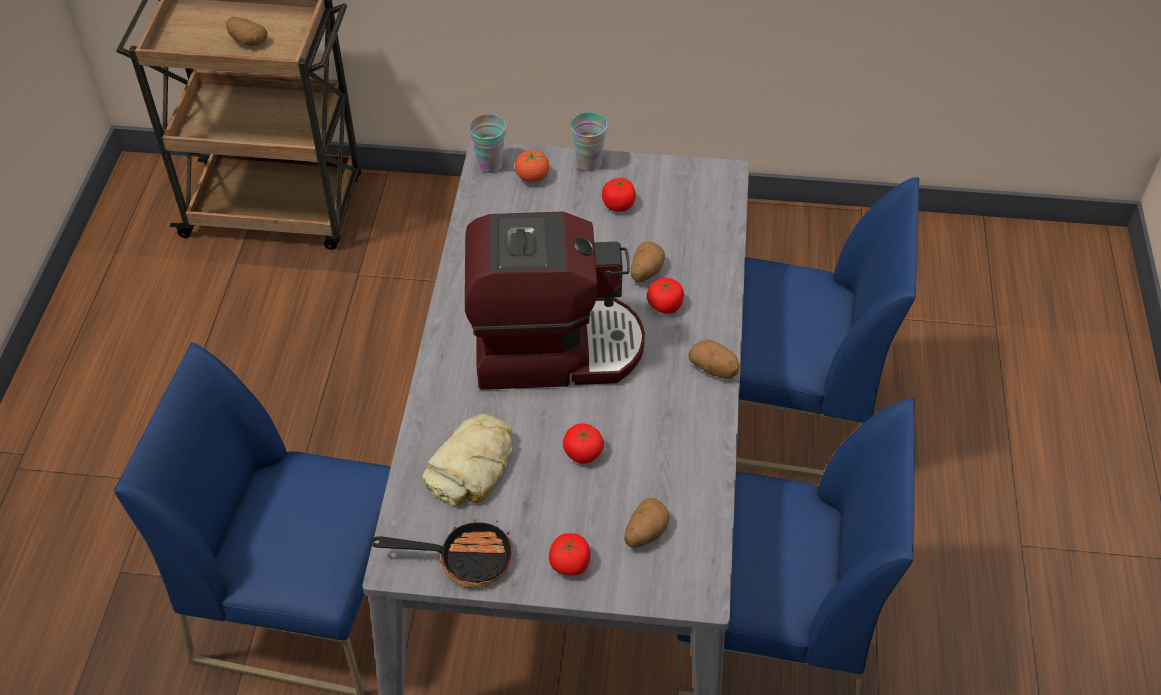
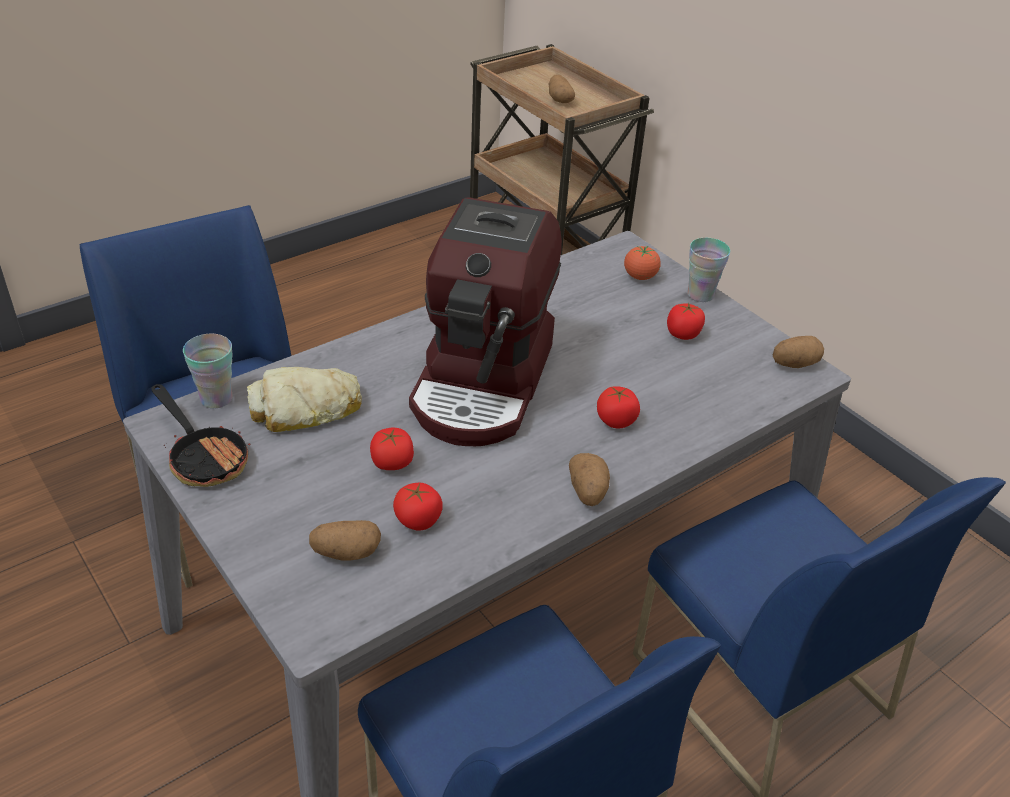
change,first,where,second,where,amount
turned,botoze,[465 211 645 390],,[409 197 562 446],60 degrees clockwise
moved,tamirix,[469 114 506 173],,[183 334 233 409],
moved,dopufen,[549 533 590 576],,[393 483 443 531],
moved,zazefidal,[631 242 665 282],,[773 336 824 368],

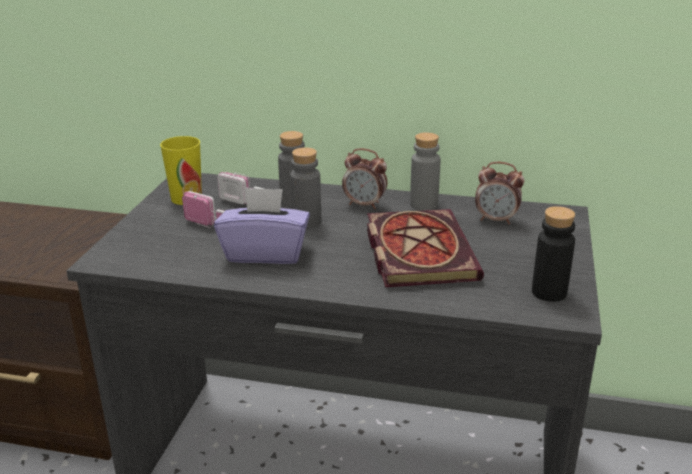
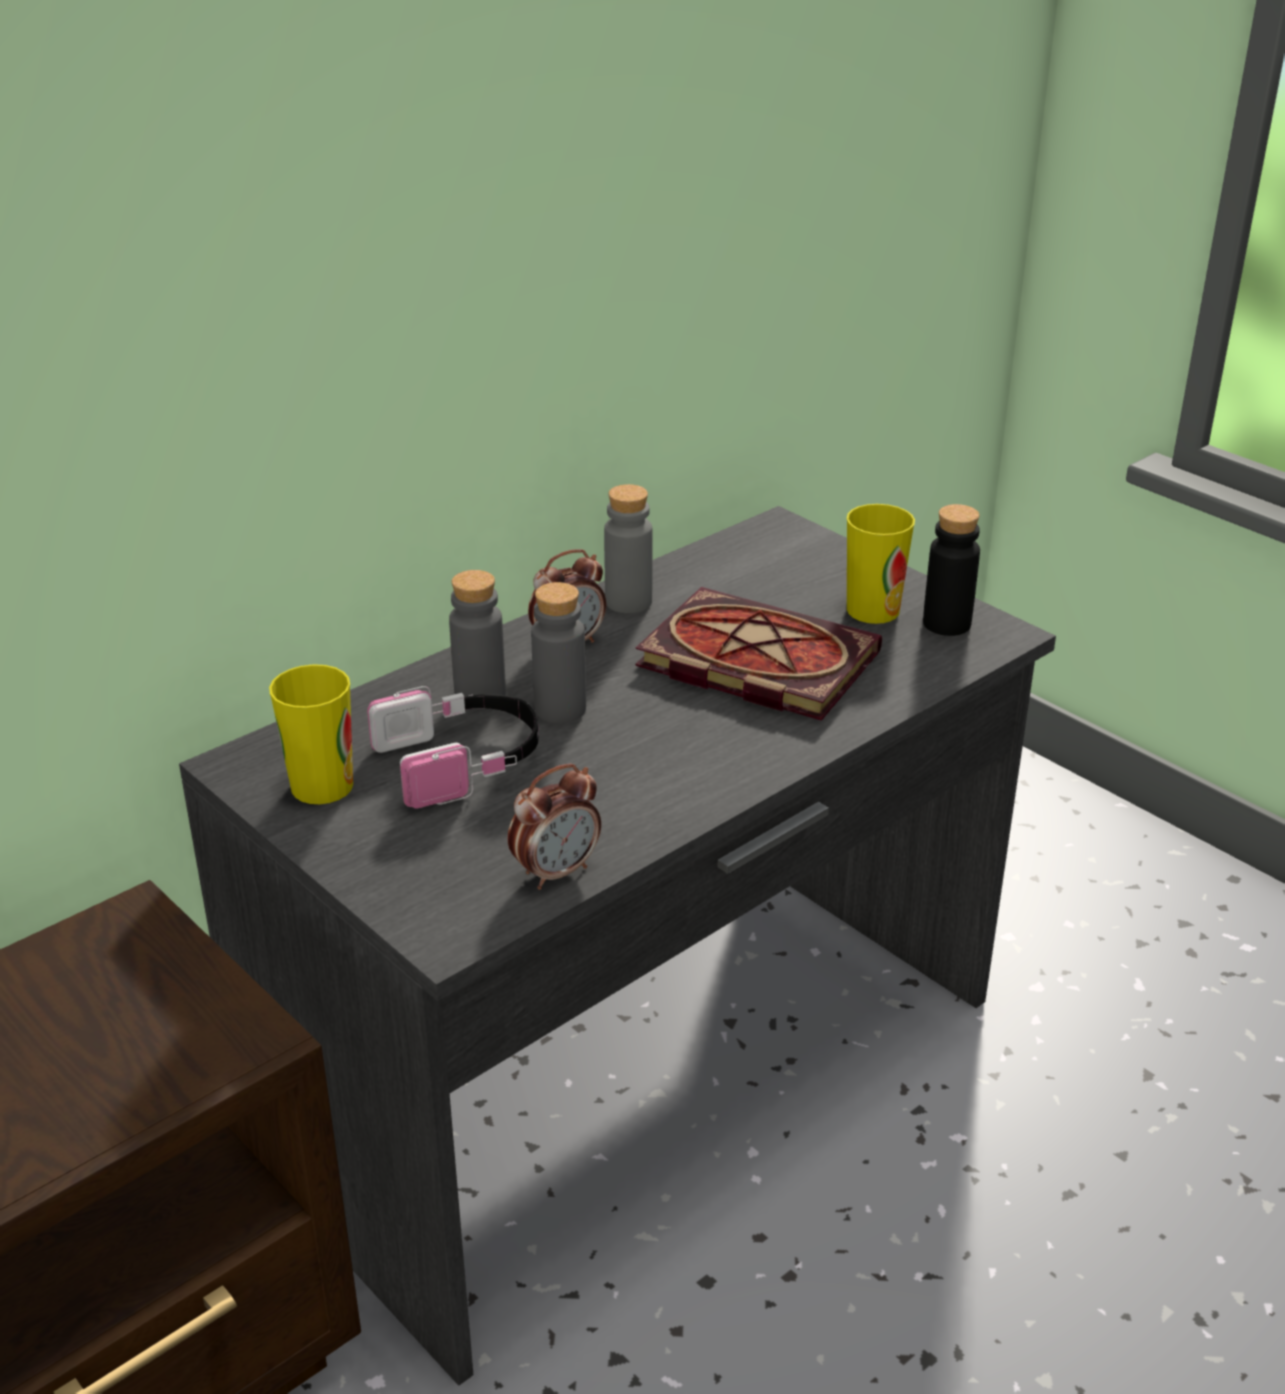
change,first,where,second,where,amount
removed,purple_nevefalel,[214 187 310 264],,,
moved,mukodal,[475 162 524 224],,[507 763 601 890],
added,,,tamirix,[847 504 915 624],

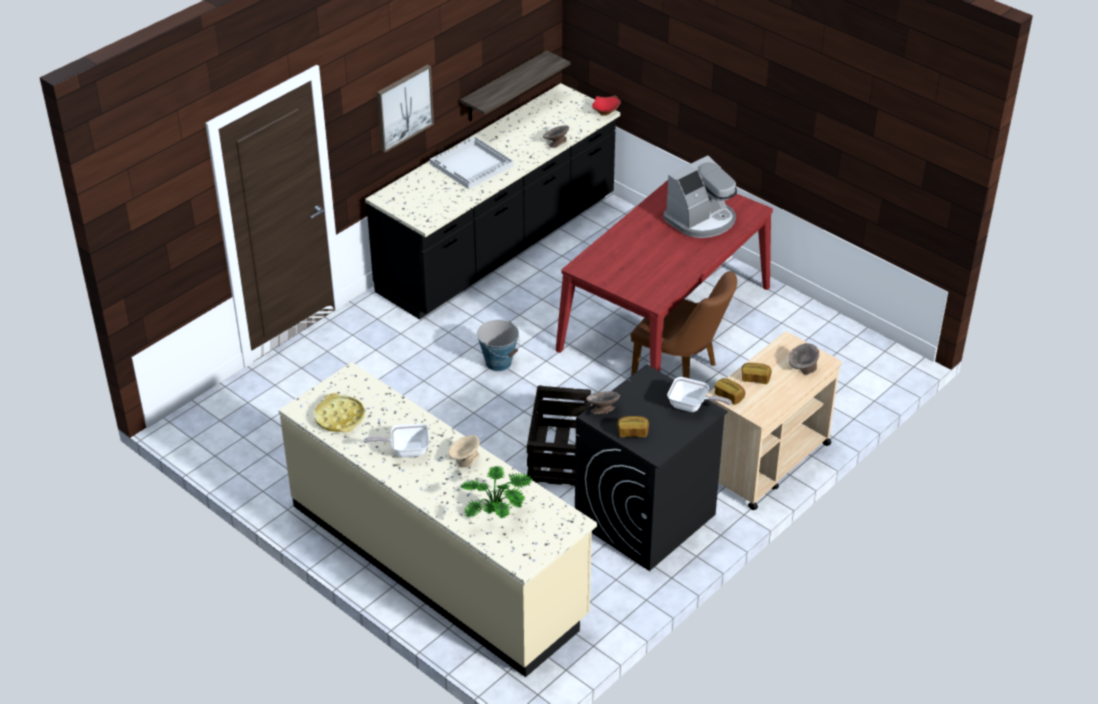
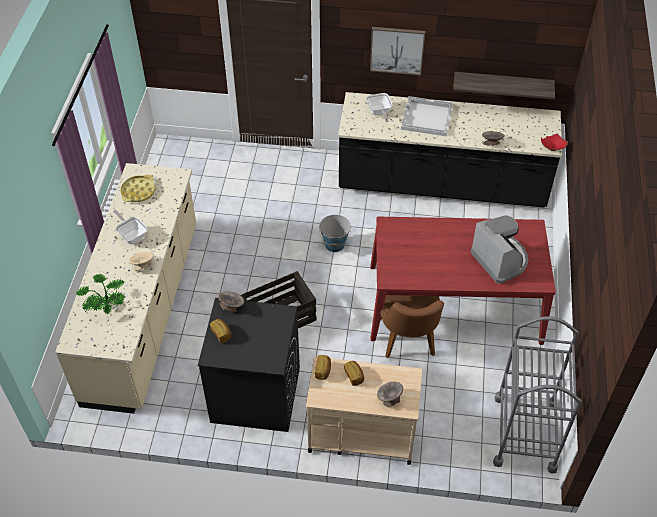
change,first,where,second,where,amount
turned,botoze,[663 155 737 238],,[470 215 528 284],135 degrees counterclockwise
moved,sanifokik,[667 377 732 412],,[366 93 392 122],
added,,,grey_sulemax,[493 316 582 474],

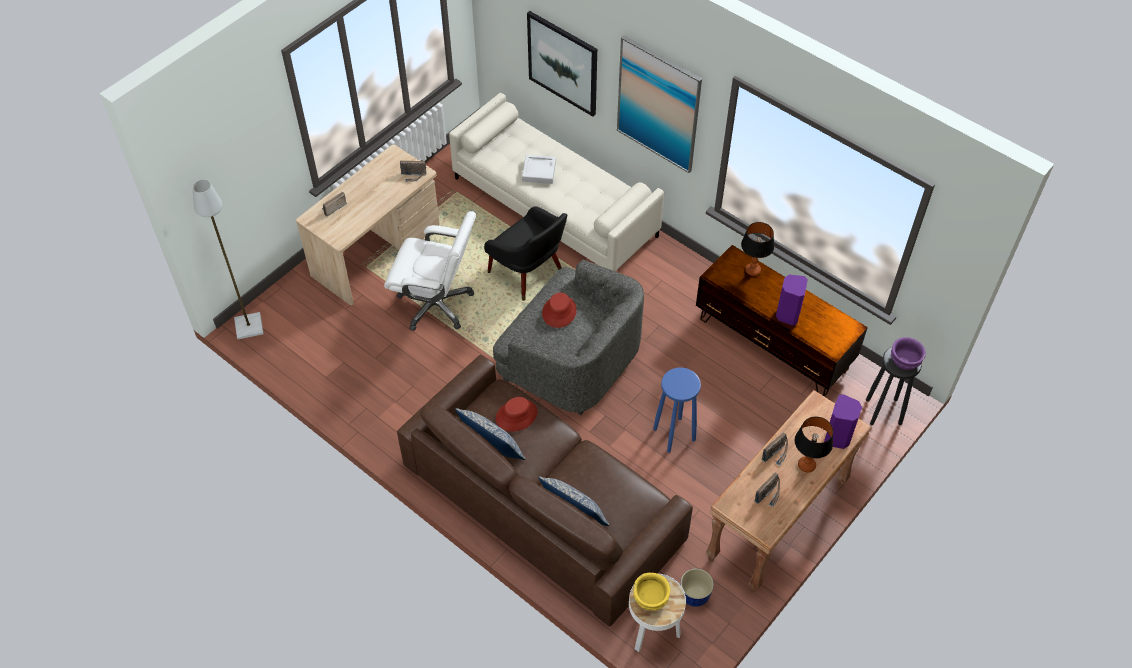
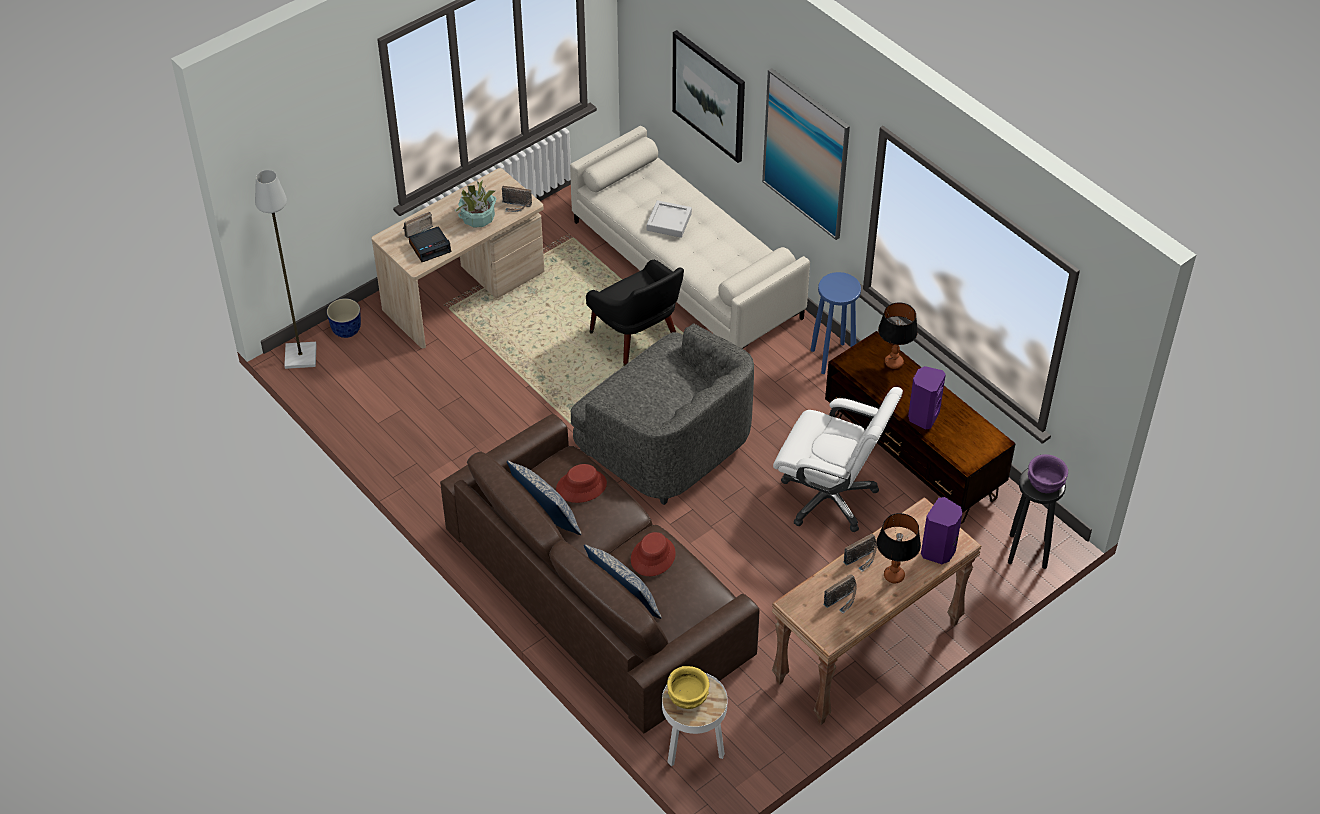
change,first,where,second,where,amount
moved,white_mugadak,[384 211 476 331],,[773 387 903 532],
moved,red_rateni,[542 292 577 328],,[631 532 676 576],
moved,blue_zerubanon,[653 367 701 453],,[811 272 861 374],
moved,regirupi,[680 568 714 607],,[327 298 361 338],
added,,,mukodal,[409 226 451 262],
added,,,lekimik,[455 179 496 228],

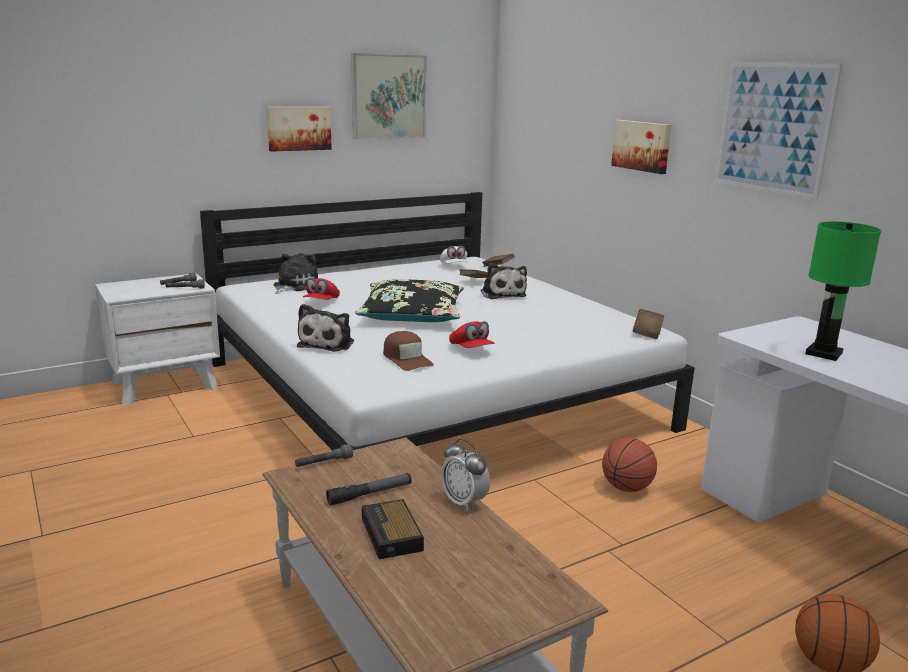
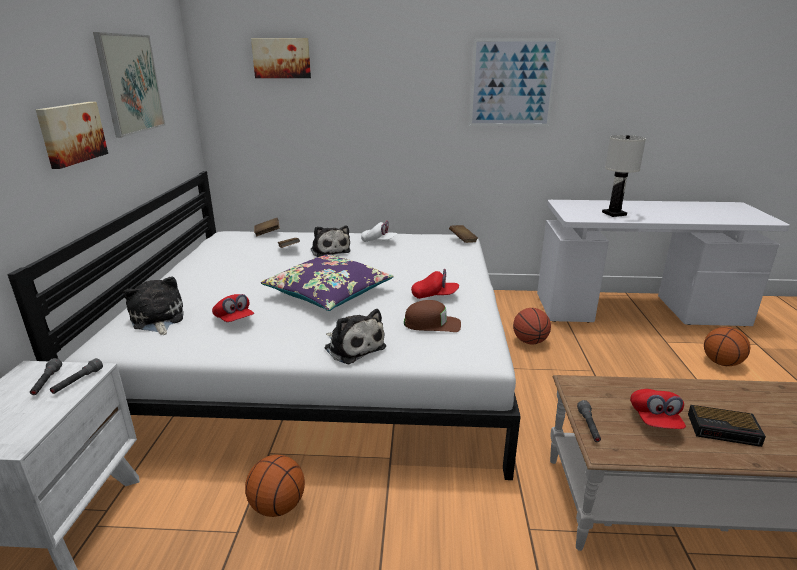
change,first,where,second,where,amount
replaced,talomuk,[326 473 412 506],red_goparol,[630 389 686 429],
recoloured,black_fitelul,[355 279 464 322],purple_fitelul,[261 254 394 311],
moved,white_goparol,[440 246 468 263],,[361 221 397 242],
removed,mukodal,[441 439 490 511],,,
turned,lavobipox,[481 264 527 299],,[311 225 351 257],45 degrees clockwise
moved,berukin,[611 120 671 174],,[251 38 311 78],
recoloured,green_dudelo,[805 222 881 361],white_dudelo,[602 135 646 217],
added,,,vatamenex,[245 455 305 517],

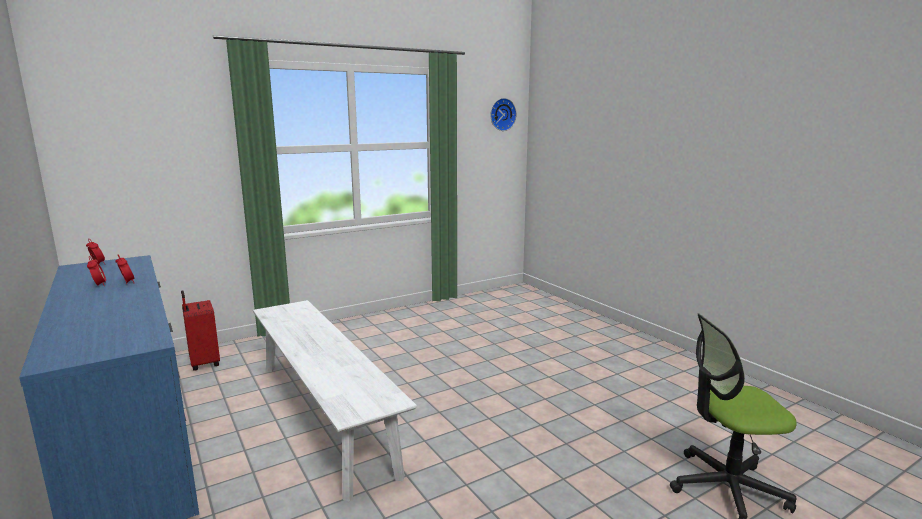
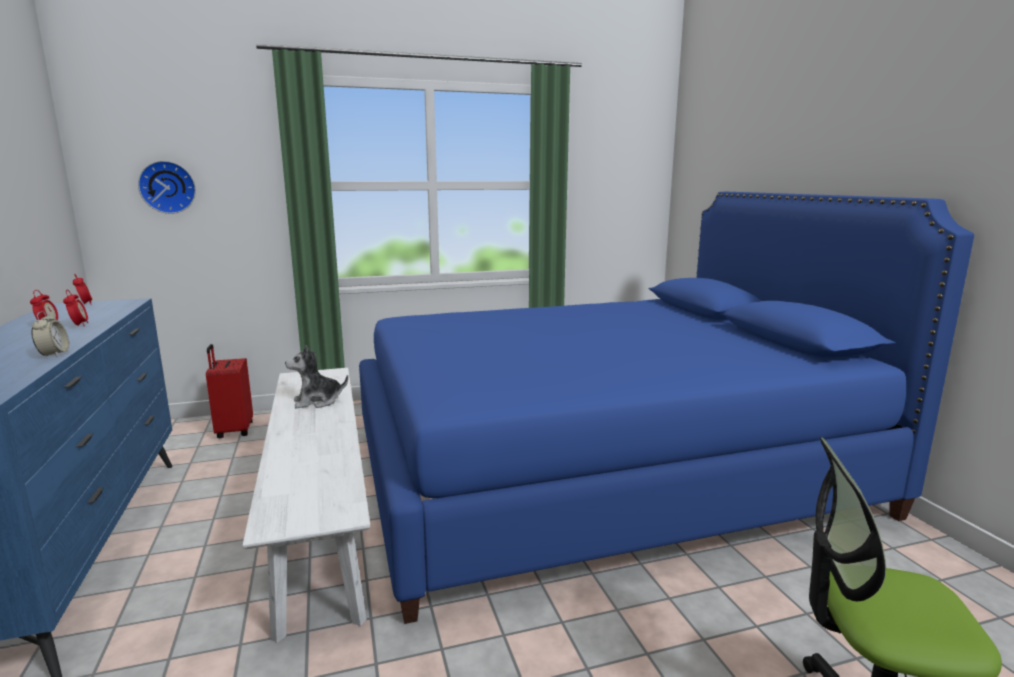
change,first,where,second,where,amount
moved,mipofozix,[490 98 517 131],,[138 161 196 214],
added,,,mukodal,[31 312 69 357],
added,,,lavobipox,[285 345 348 408],
added,,,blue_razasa,[359 192 974 624],

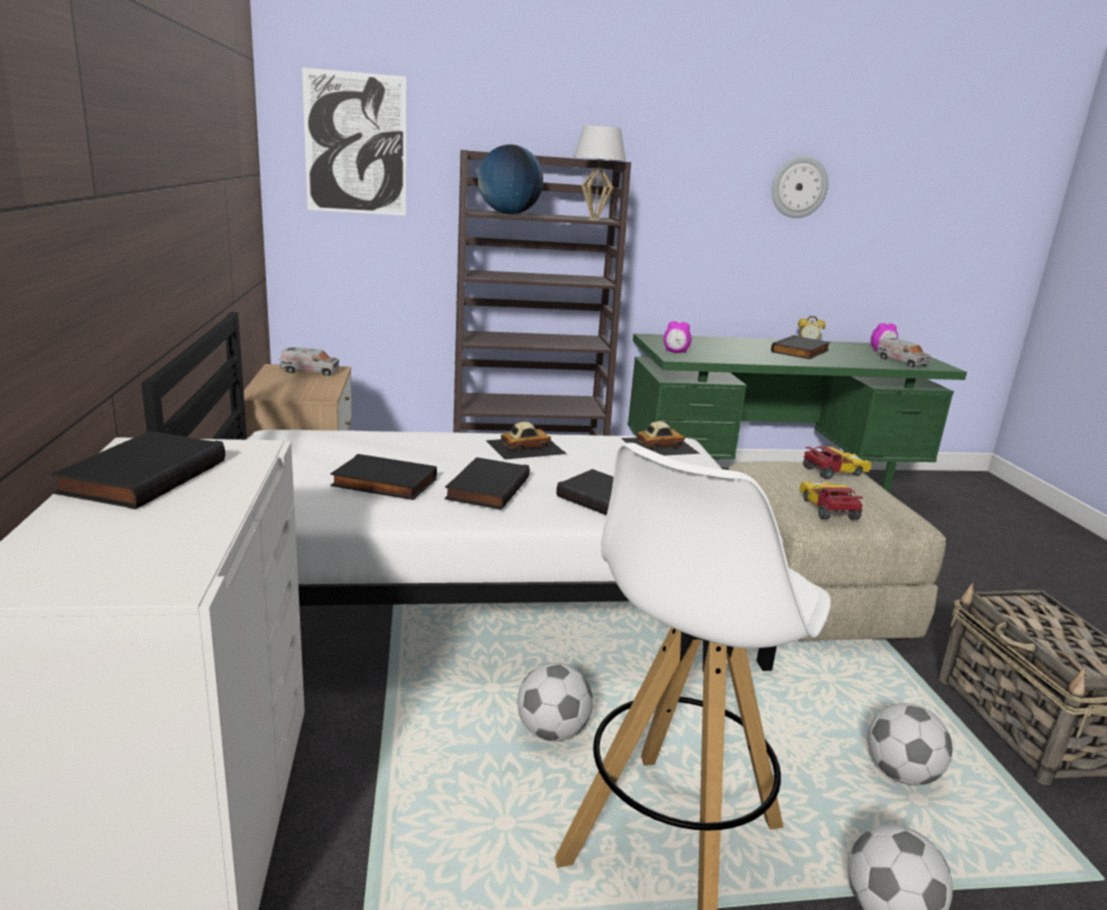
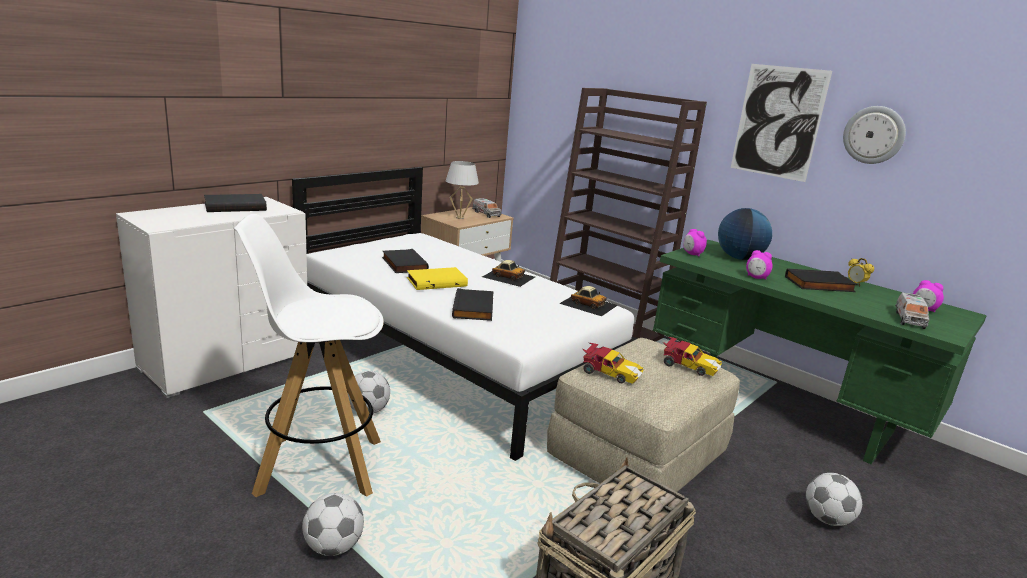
change,first,where,second,where,amount
moved,berukin,[302 68 406 216],,[731 64 832 182],
recoloured,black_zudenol,[444 457 530 510],yellow_zudenol,[407 267 468 290],
moved,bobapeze,[478 144 543 214],,[718 208 772 260],
moved,white_dudelo,[574 126 626 221],,[446 161 479 219],
turned,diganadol,[800 481 863 520],,[583 343 644 384],75 degrees clockwise
moved,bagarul,[867 703 953 786],,[806 473 862 526],
added,,,mukodal,[746 250 773 279],

